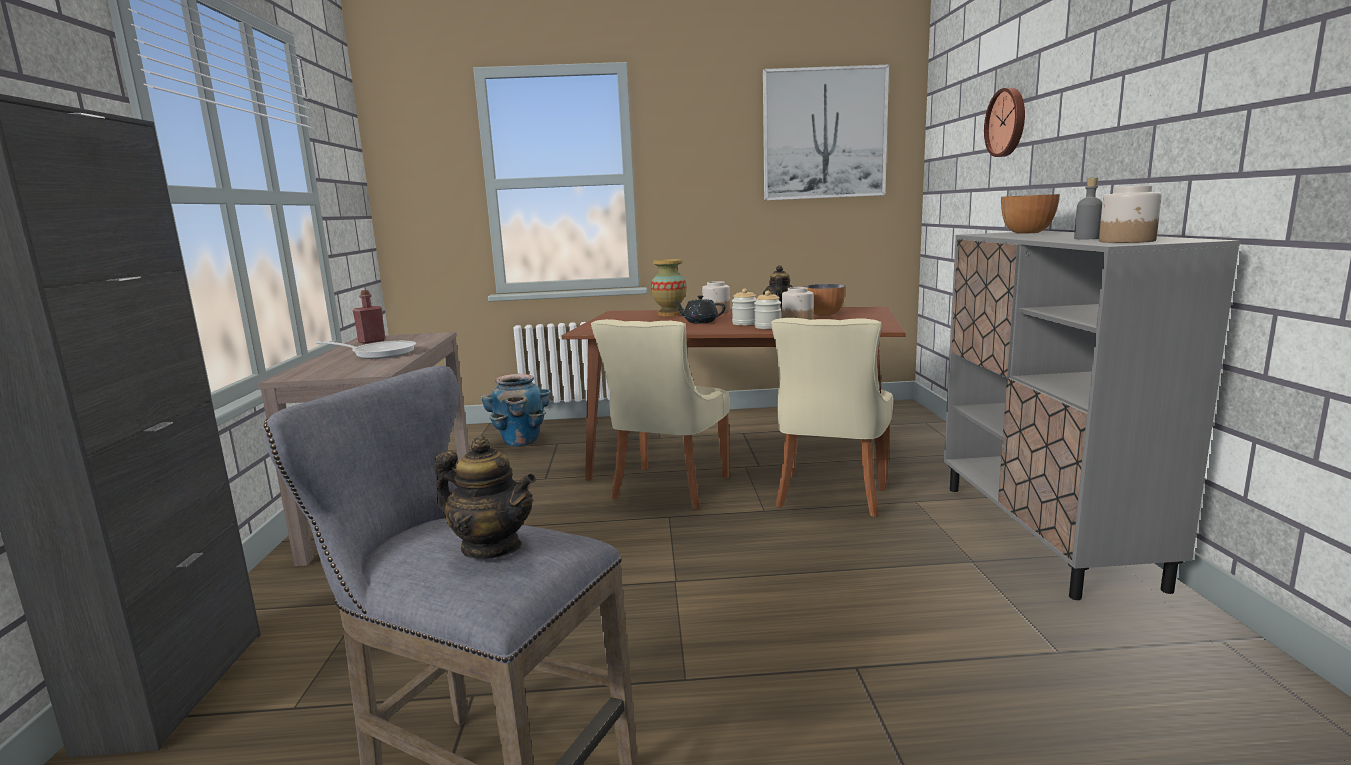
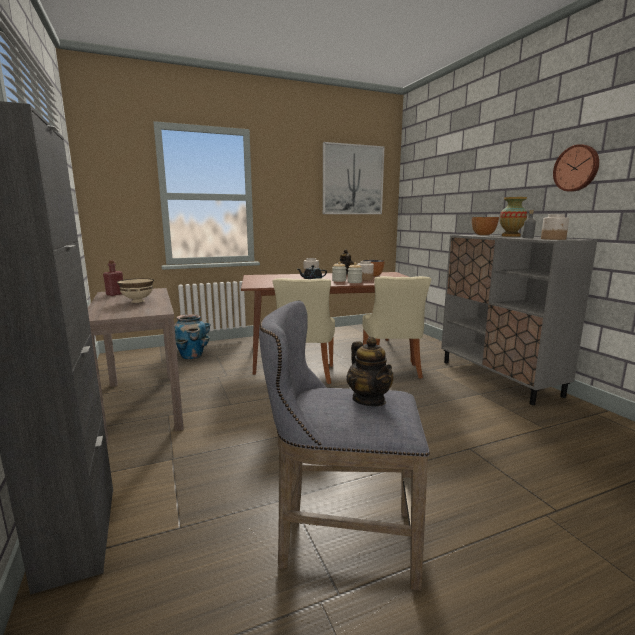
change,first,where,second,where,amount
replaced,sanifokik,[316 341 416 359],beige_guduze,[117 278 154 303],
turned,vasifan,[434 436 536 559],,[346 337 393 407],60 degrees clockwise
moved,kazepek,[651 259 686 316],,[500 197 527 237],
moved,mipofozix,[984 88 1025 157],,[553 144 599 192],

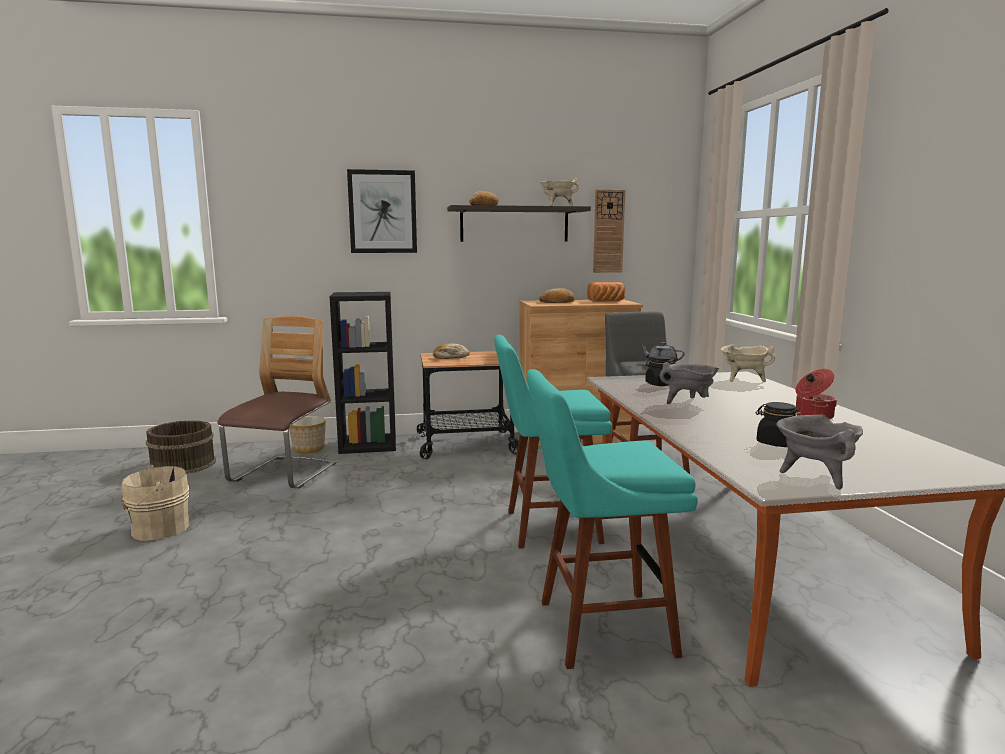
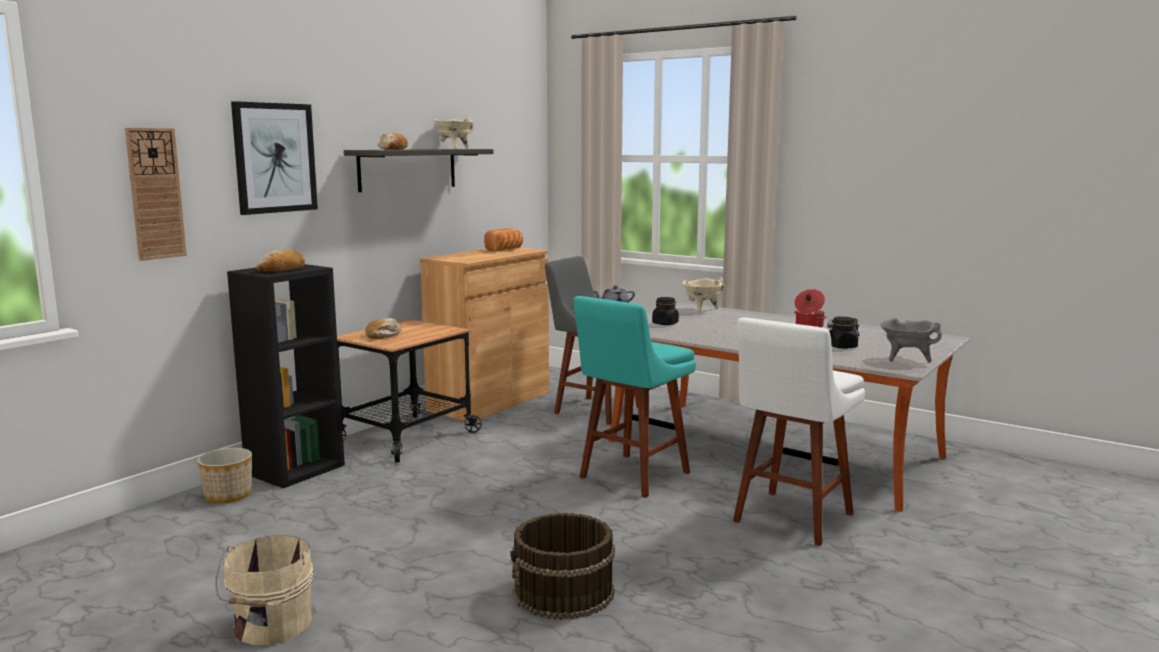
change,first,where,second,where,amount
moved,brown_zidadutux,[146 420 216 474],,[510 513 615 620],
removed,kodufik,[218 316 337 488],,,
recoloured,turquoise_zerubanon,[527 369 698 669],white_zerubanon,[733 318 865 546],
moved,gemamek,[539 288 575 303],,[257 249 305 272],
moved,mipofozix,[593 190 625 273],,[125 128 187 261],
removed,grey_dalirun,[660 362 719 404],,,

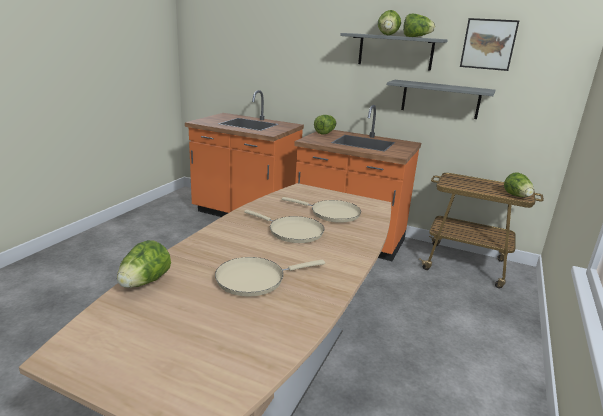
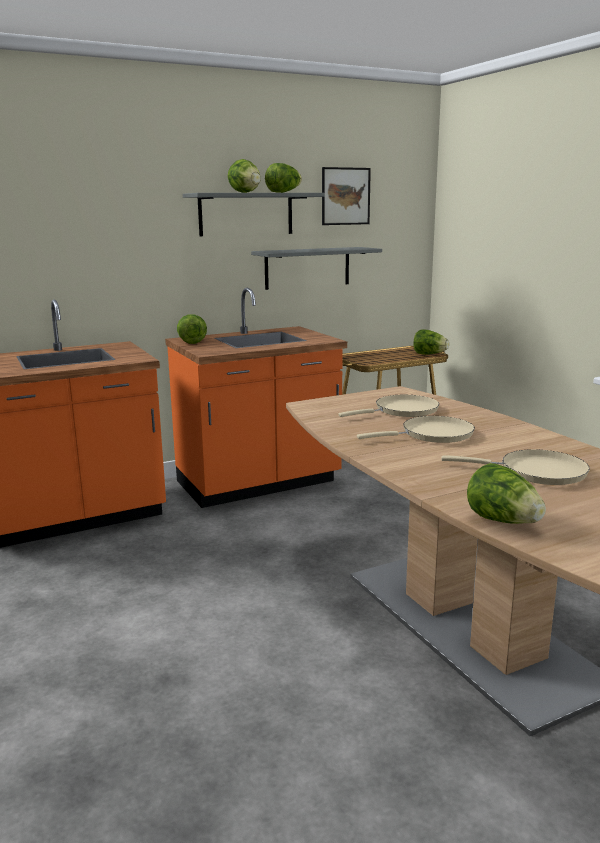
change,first,where,second,where,amount
turned,beige_sanifokik,[215 257 325 297],,[441 449 590 485],90 degrees counterclockwise

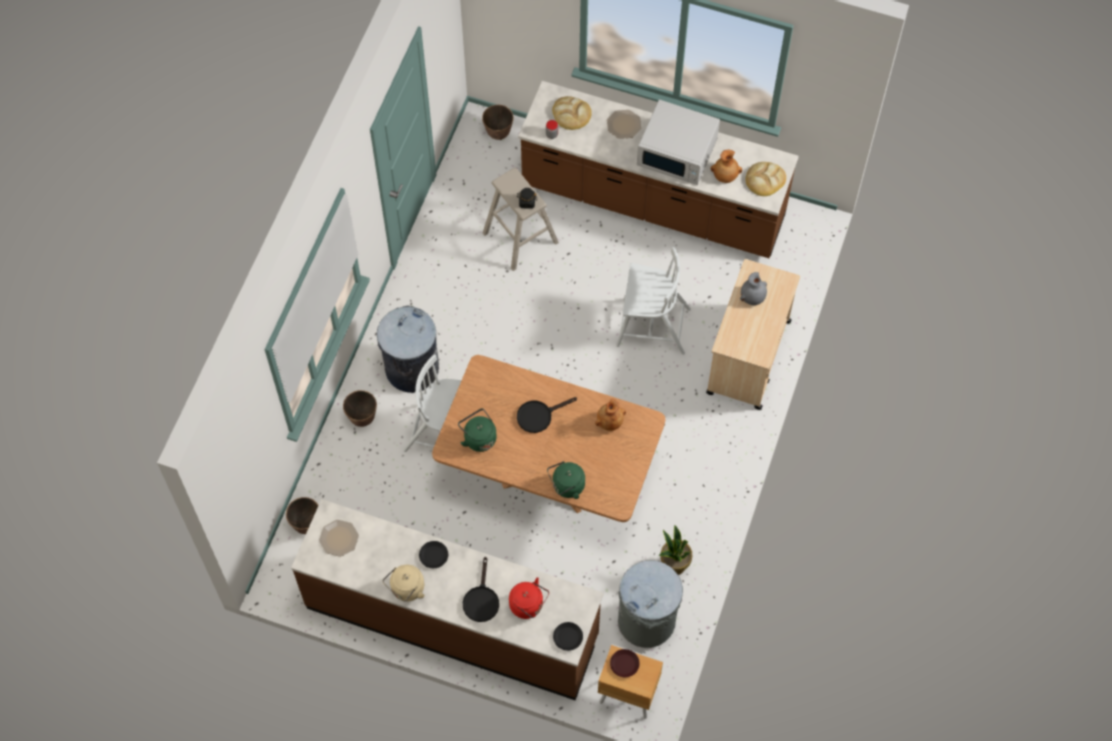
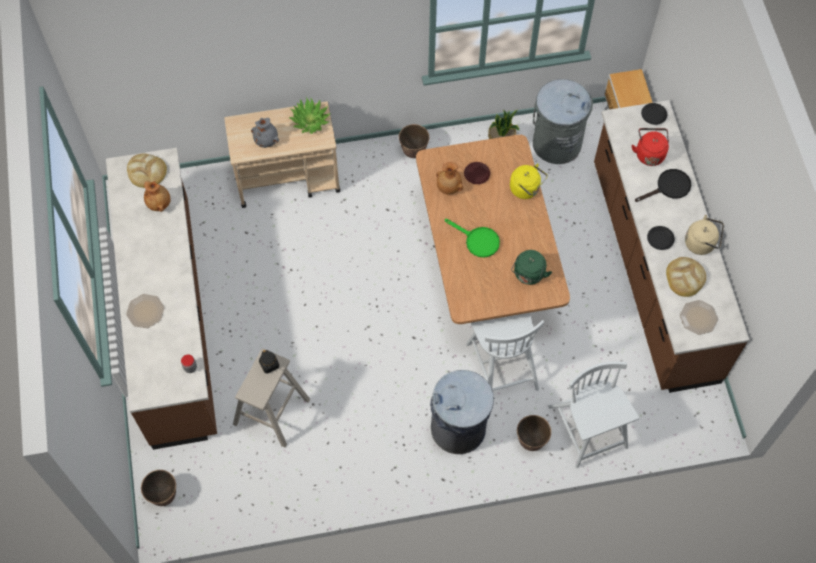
change,first,where,second,where,amount
moved,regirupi,[286 497 319 534],,[399 124 429 158],
recoloured,black_sanifokik,[517 397 577 433],green_sanifokik,[445 219 500 258],
recoloured,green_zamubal,[547 461 585 499],yellow_zamubal,[510 164 547 199],
moved,gemamek,[552 96 591 130],,[666 257 706 297],
moved,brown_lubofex,[610 649 640 677],,[464 162 490 184],
moved,white_kodufik,[616 247 691 355],,[548 361 639 468],
removed,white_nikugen,[637 100 720 185],,,
added,,,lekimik,[289 96 331 134],

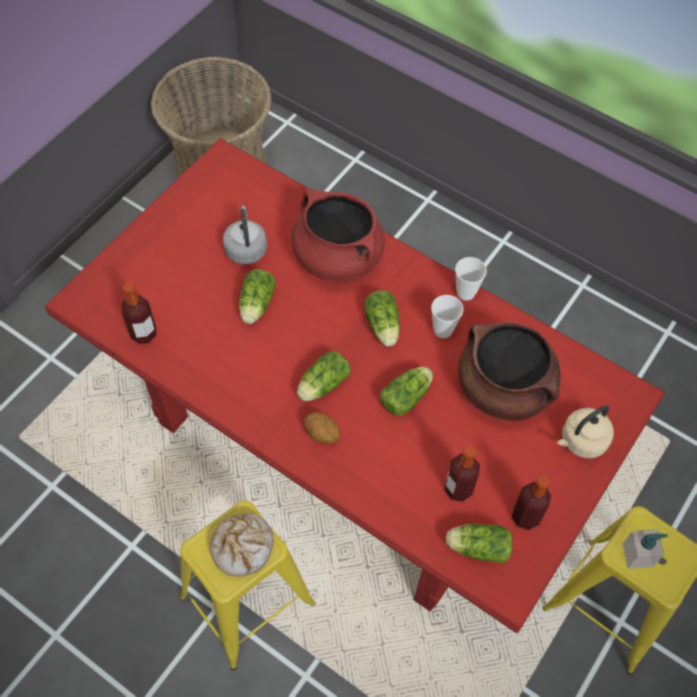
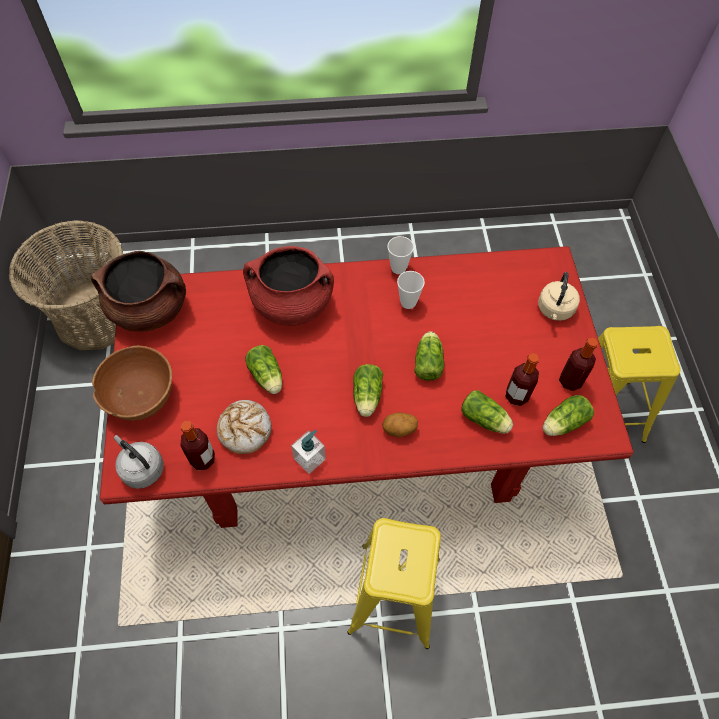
change,first,where,second,where,amount
moved,gemamek,[210 513 274 577],,[217 400 272 454],
moved,grey_zamubal,[223 206 267 264],,[114 435 164 489],
moved,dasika,[364 290 400 346],,[461 390 513 434],
moved,brown_dalirun,[458 323 561 421],,[91 251 186 332],
moved,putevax,[622 529 668 569],,[291 430 326 474],
added,,,brown_guduze,[92 346 172 421],

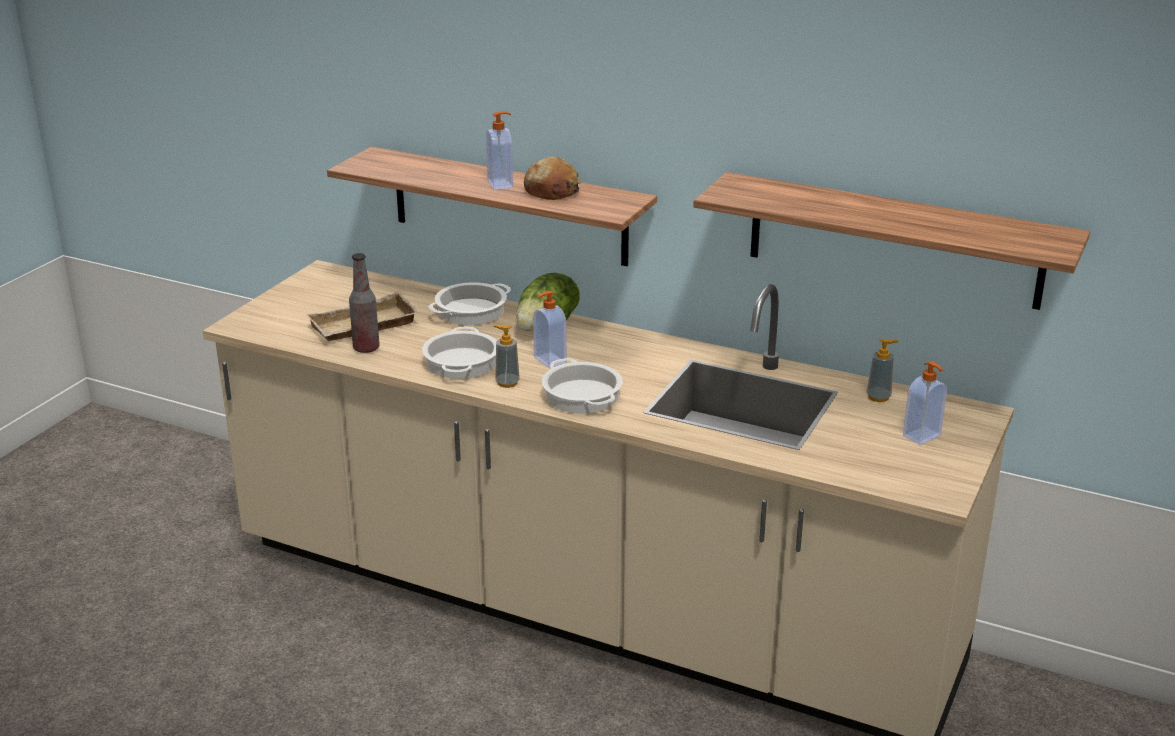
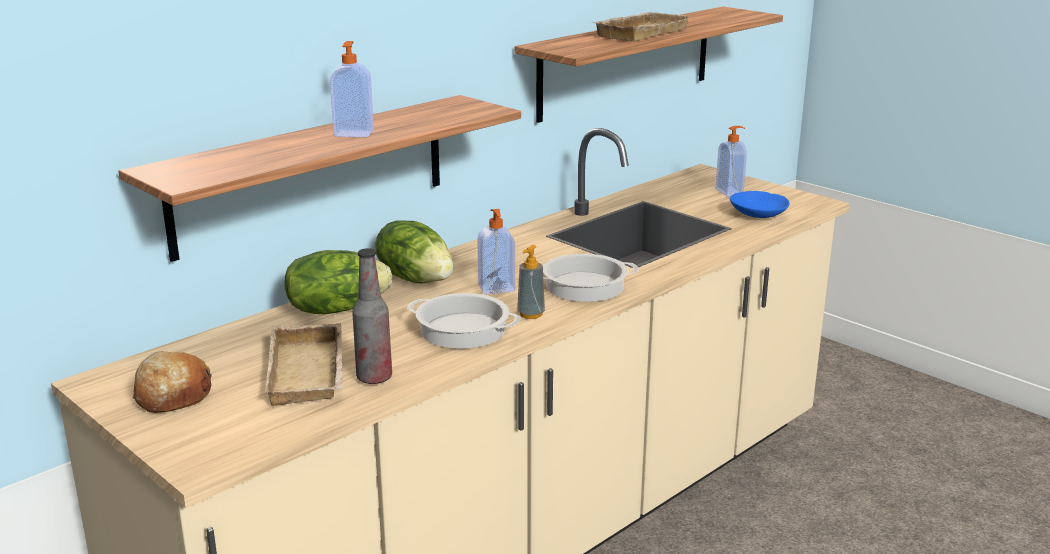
change,first,where,second,where,amount
replaced,dalirun,[428 282 511 325],dasika,[285 250 392 314],
moved,gemamek,[524 157 581 200],,[132 351 212 413],
removed,putevax,[867 339 898 402],,,
added,,,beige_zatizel,[590 12 690 41],
added,,,blue_guduze,[730 191 790 218],

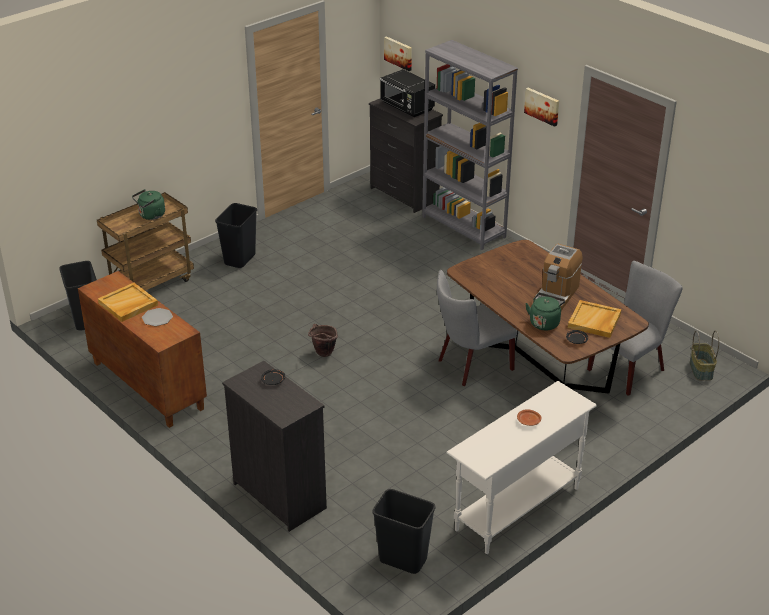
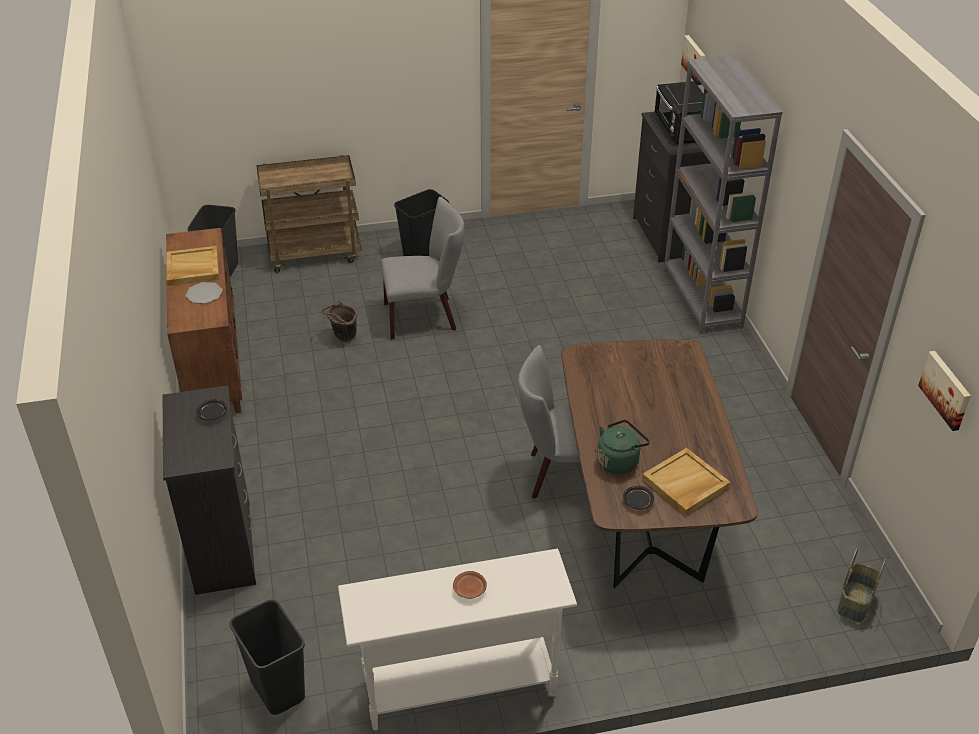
change,first,where,second,where,amount
removed,green_zamubal,[132 189 165 220],,,
moved,brown_zidadutux,[308 324 338 357],,[321 301 358 342],
moved,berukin,[524 88 559 127],,[918 351 971 431],
removed,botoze,[535 244 583 311],,,
moved,grey_kodufik,[587 261 683 396],,[381 197 465 340],

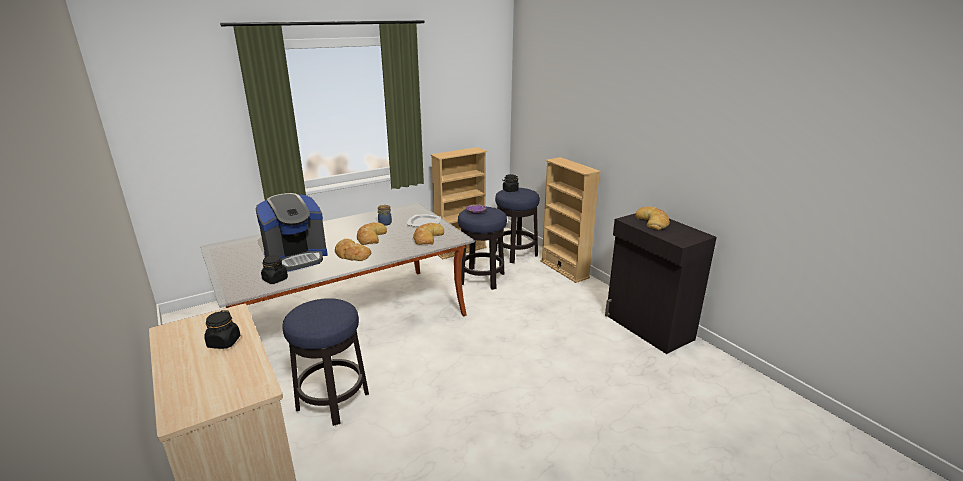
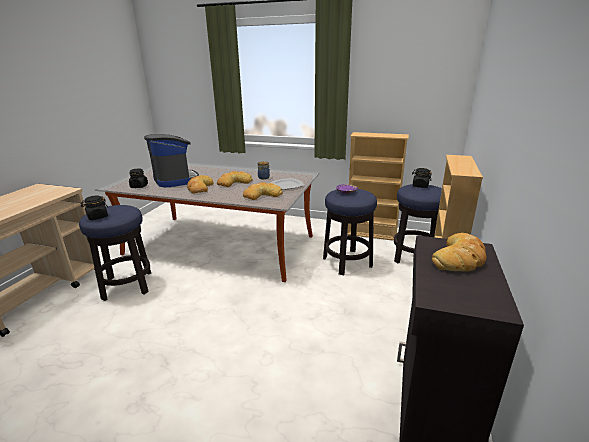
change,first,where,second,where,amount
moved,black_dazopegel,[204 310 241 349],,[81 196 108 220],
turned,botoze,[255 193 328 272],,[144 134 199 187],135 degrees counterclockwise

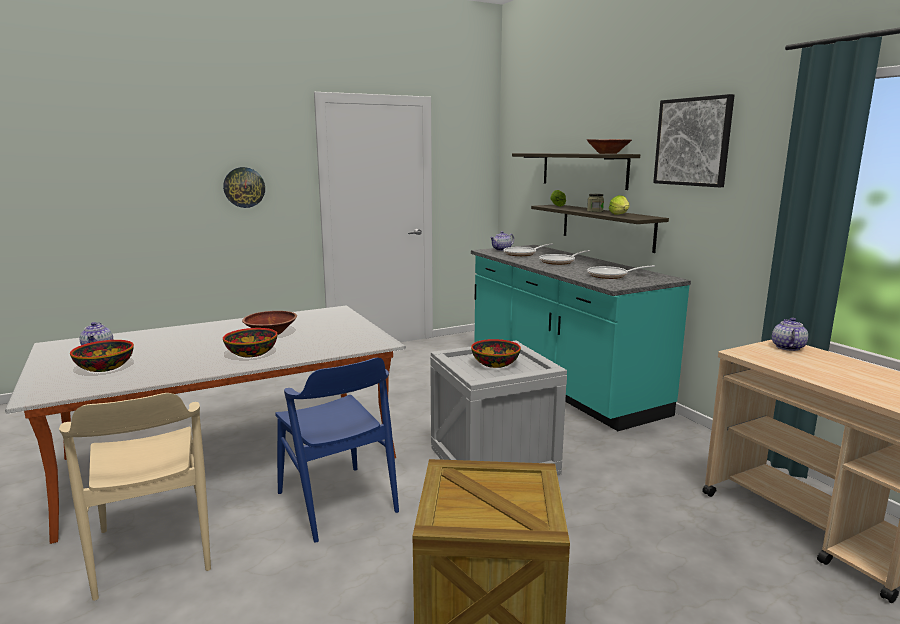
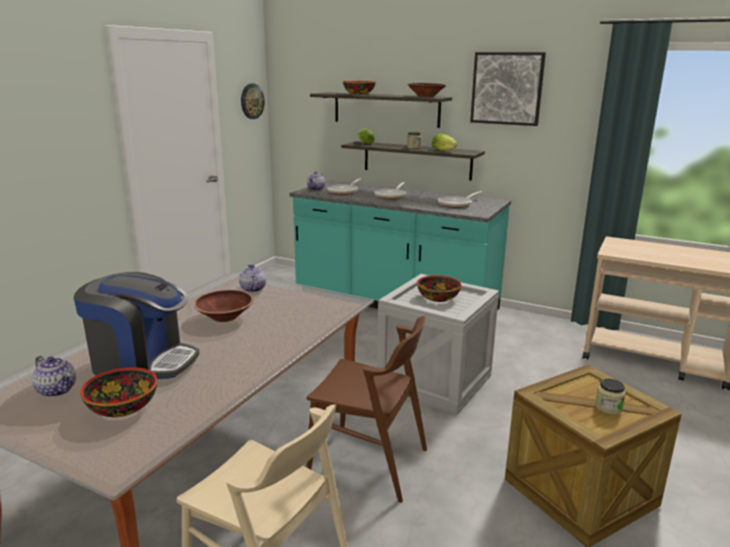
change,first,where,second,where,amount
moved,mipofozix,[223 167 265 208],,[241 84 264 119],
moved,guduze,[223 328 278 357],,[343 81 376 95],
recoloured,blue_kodufik,[275 358 399 543],brown_kodufik,[306 316 427 503],
moved,vasifan,[772 318 808 351],,[239 264 266 292],
added,,,botoze,[74 272 199 379],
added,,,dazopegel,[595 379 626 415],

